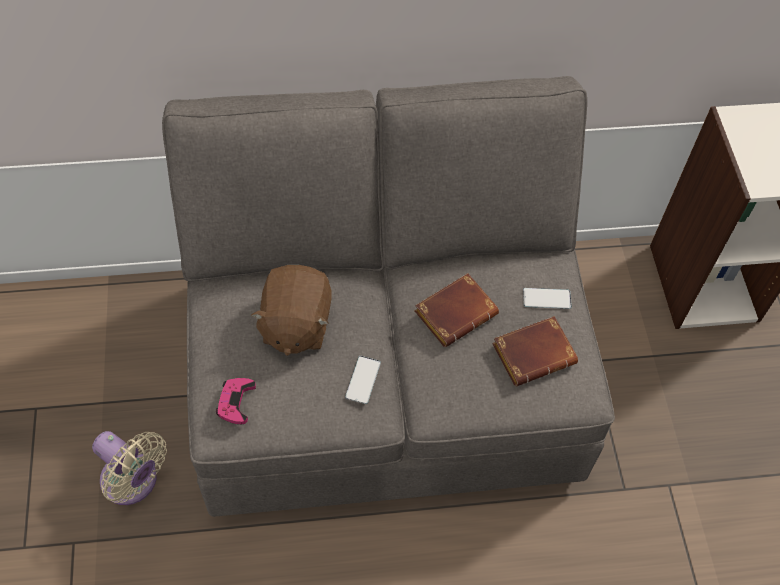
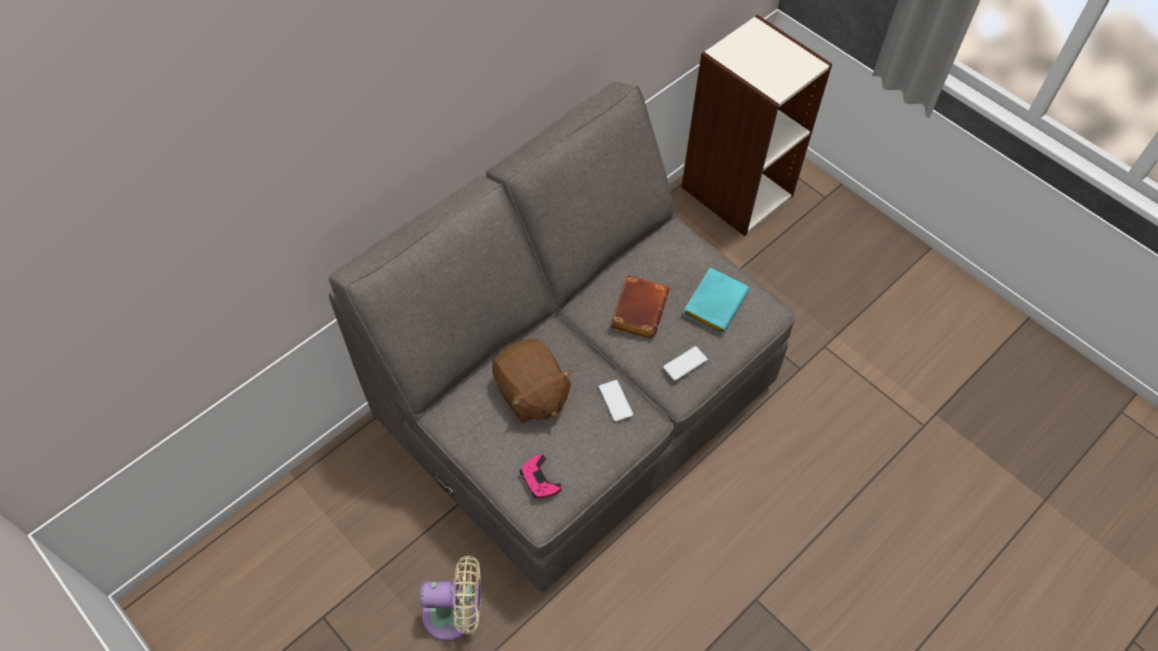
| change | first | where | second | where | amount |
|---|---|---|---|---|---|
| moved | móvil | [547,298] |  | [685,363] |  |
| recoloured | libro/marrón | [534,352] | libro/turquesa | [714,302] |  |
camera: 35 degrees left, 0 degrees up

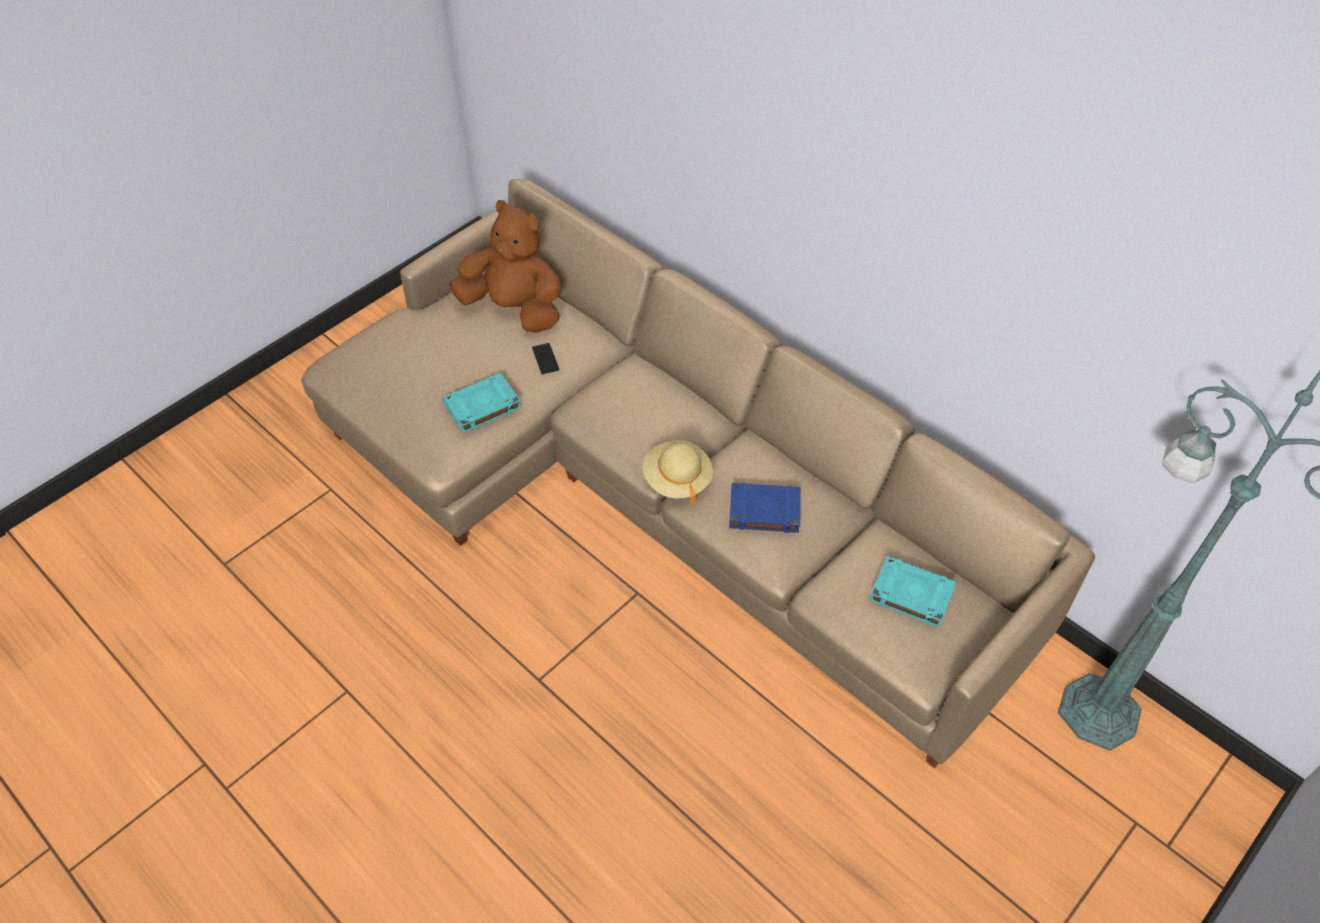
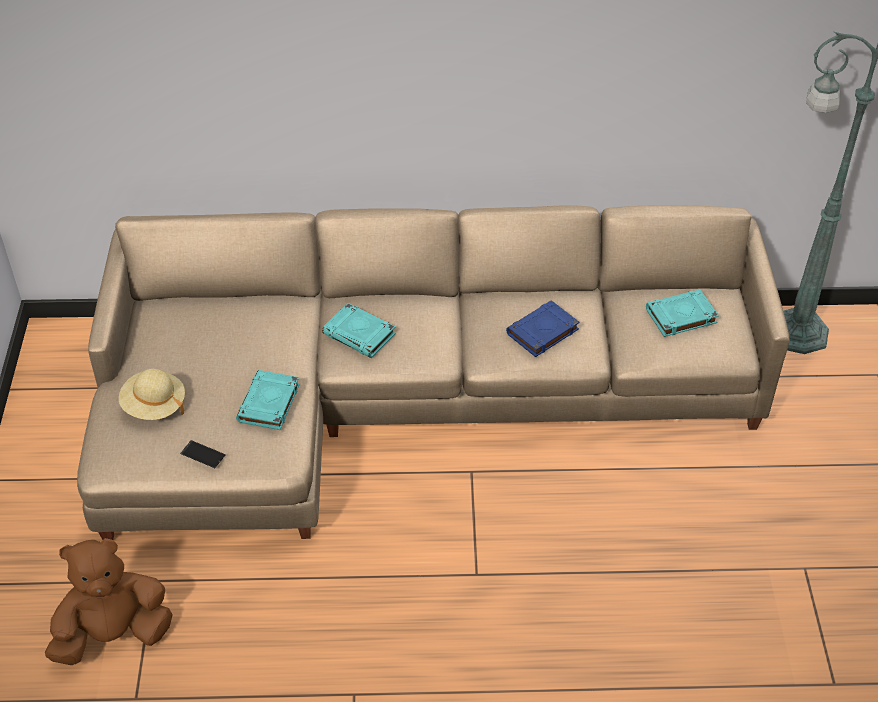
| change | first | where | second | where | amount |
|---|---|---|---|---|---|
| moved | peluche/marrón | [514,309] |  | [113,634] |  |
| moved | móvil | [545,359] |  | [203,454] |  |
| moved | sombrero/beis | [677,480] |  | [154,406] |  |
| added |  |  | libro/turquesa | [360,334] |  |
camera: 45 degrees left, 5 degrees down

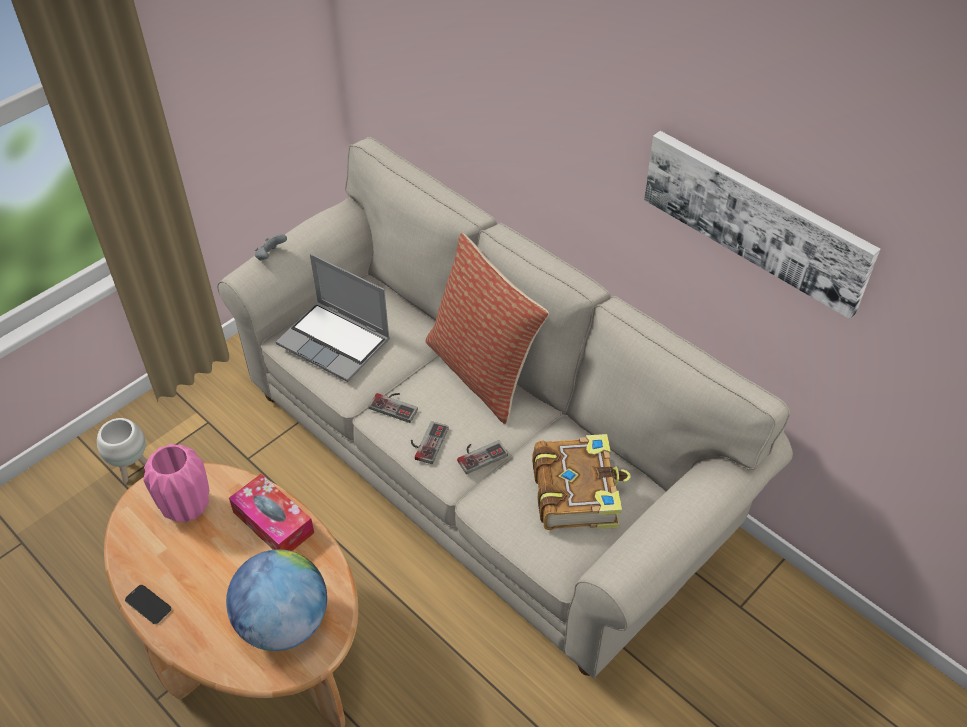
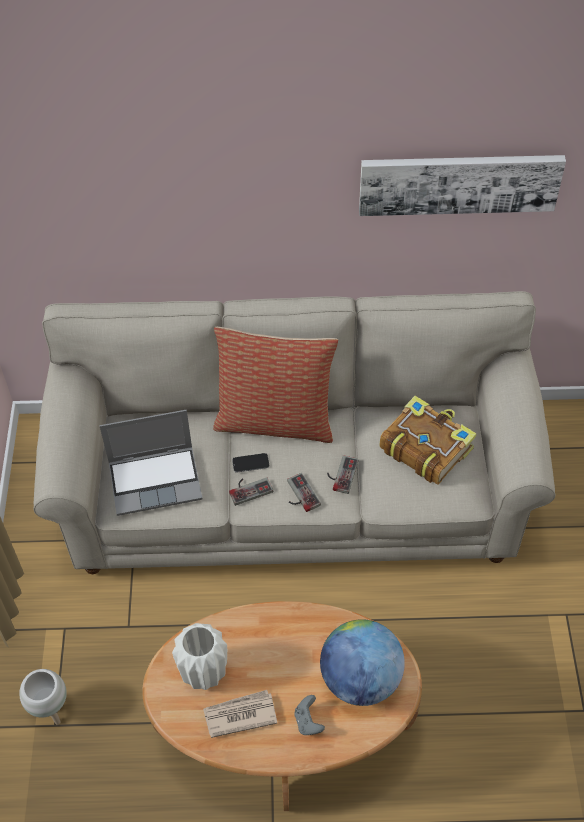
| change | first | where | second | where | amount |
|---|---|---|---|---|---|
| moved | mando de consola/gris | [271,256] |  | [308,721] |  |
| recoloured | florero/rosa | [186,508] | florero/blanco | [204,674] |  |
| removed | caja de pañuelos | [273,522] |  |  |  |
| moved | móvil | [148,605] |  | [250,463] |  |
| added |  |  | periódico | [239,715] |  |
camera: 45 degrees left, 5 degrees up

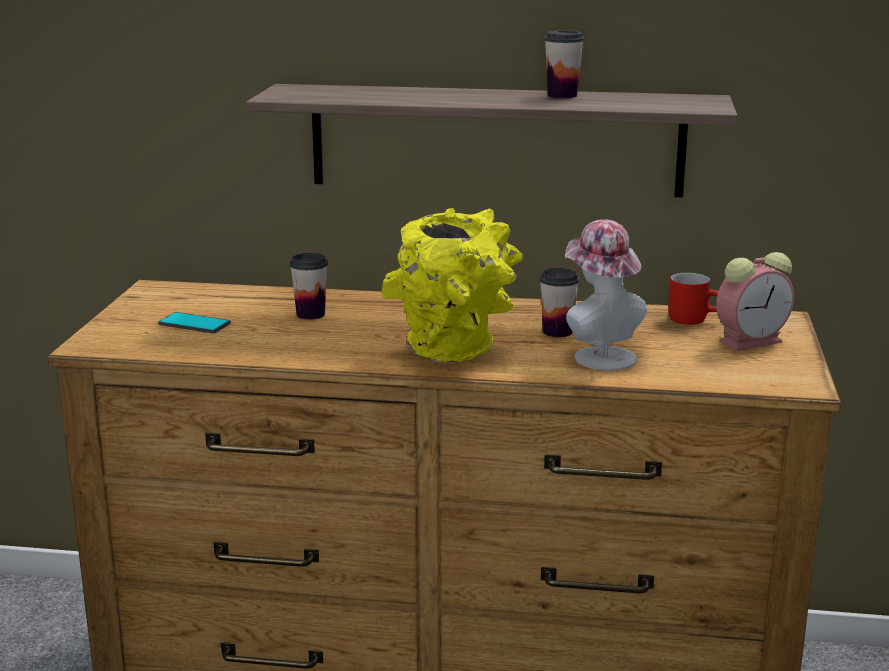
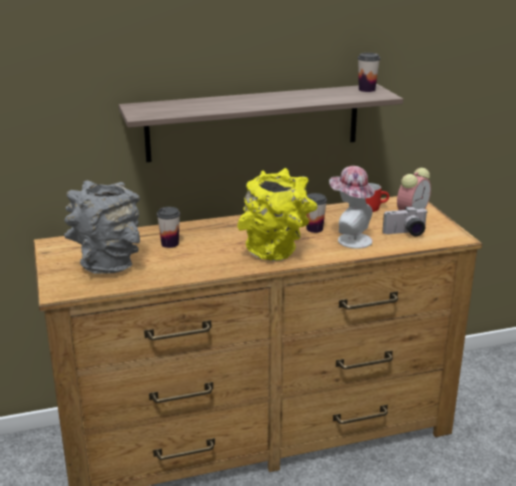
| change | first | where | second | where | amount |
|---|---|---|---|---|---|
| moved | taza | [562,95] |  | [367,89] |  |
| replaced | móvil | [194,324] | florero/gris | [108,264] |  |
| added |  |  | cámara | [406,233] |  |
camera: 25 degrees left, 5 degrees up

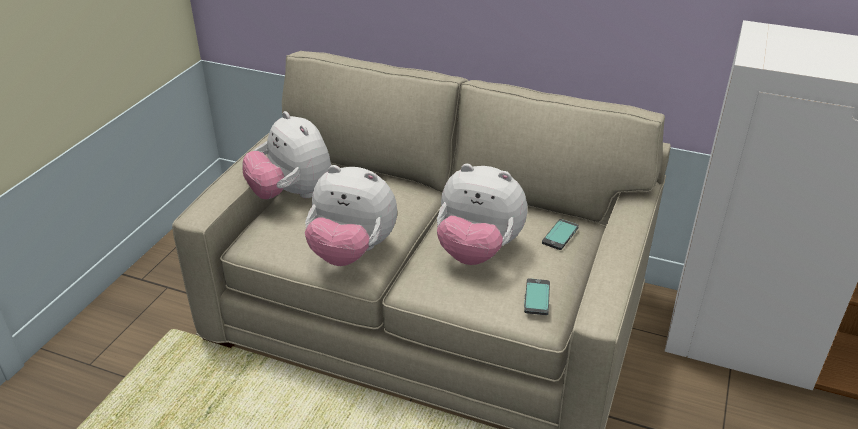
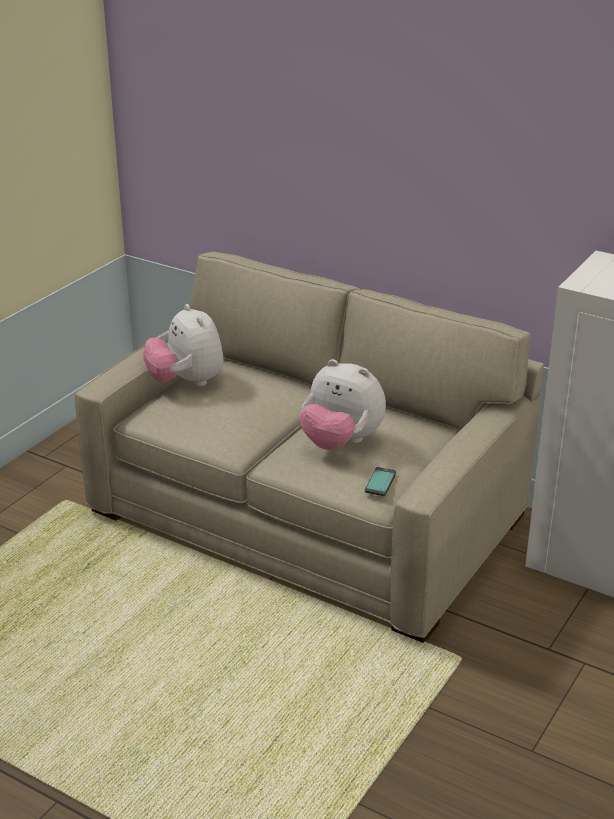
| change | first | where | second | where | amount |
|---|---|---|---|---|---|
| removed | peluche | [352,252] |  |  |  |
| removed | móvil | [560,235] |  |  |  |
camera: 10 degrees right, 5 degrees down

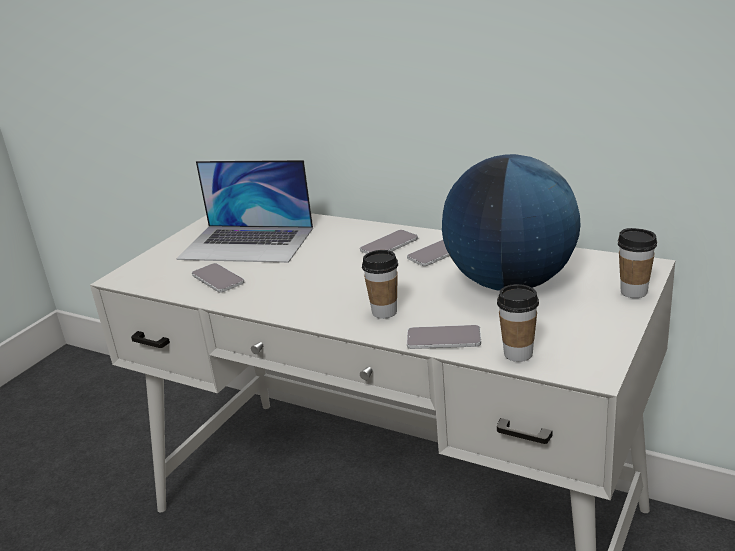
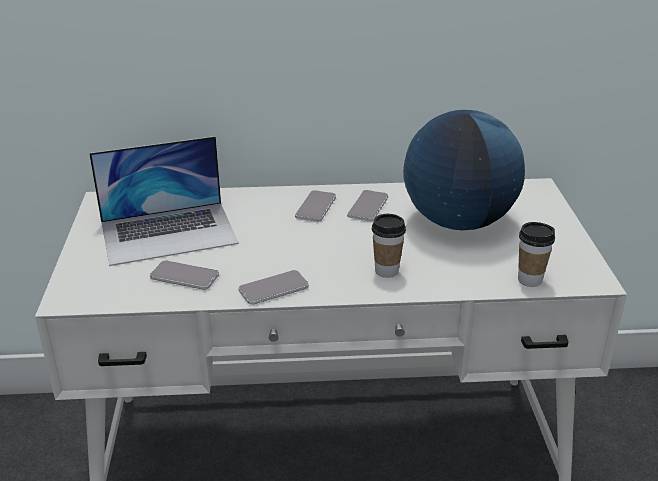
| change | first | where | second | where | amount |
|---|---|---|---|---|---|
| removed | taza | [633,292] |  |  |  |
| moved | móvil | [443,338] |  | [273,288] |  |
camera: 35 degrees left, 5 degrees up

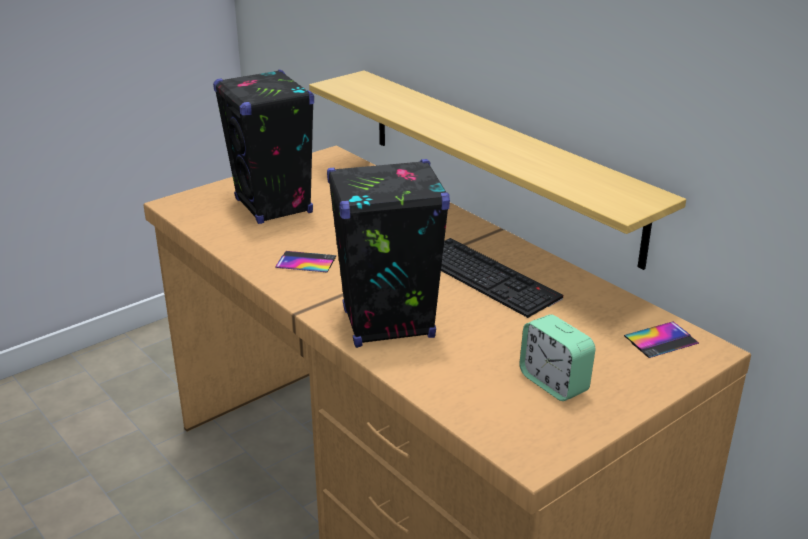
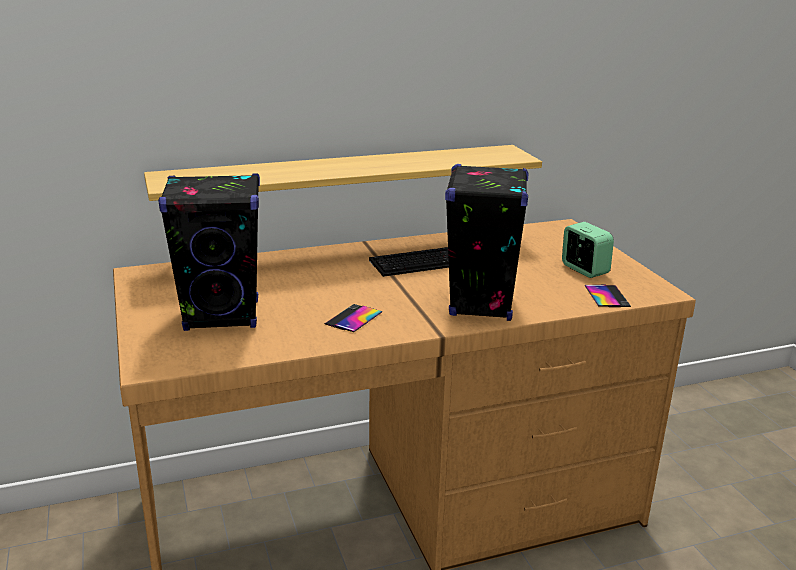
| change | first | where | second | where | amount |
|---|---|---|---|---|---|
| turned | despertador | [554,383] |  | [584,270] | 105 degrees counterclockwise |
| moved | móvil | [661,340] |  | [607,296] |  |
camera: 70 degrees left, 5 degrees down

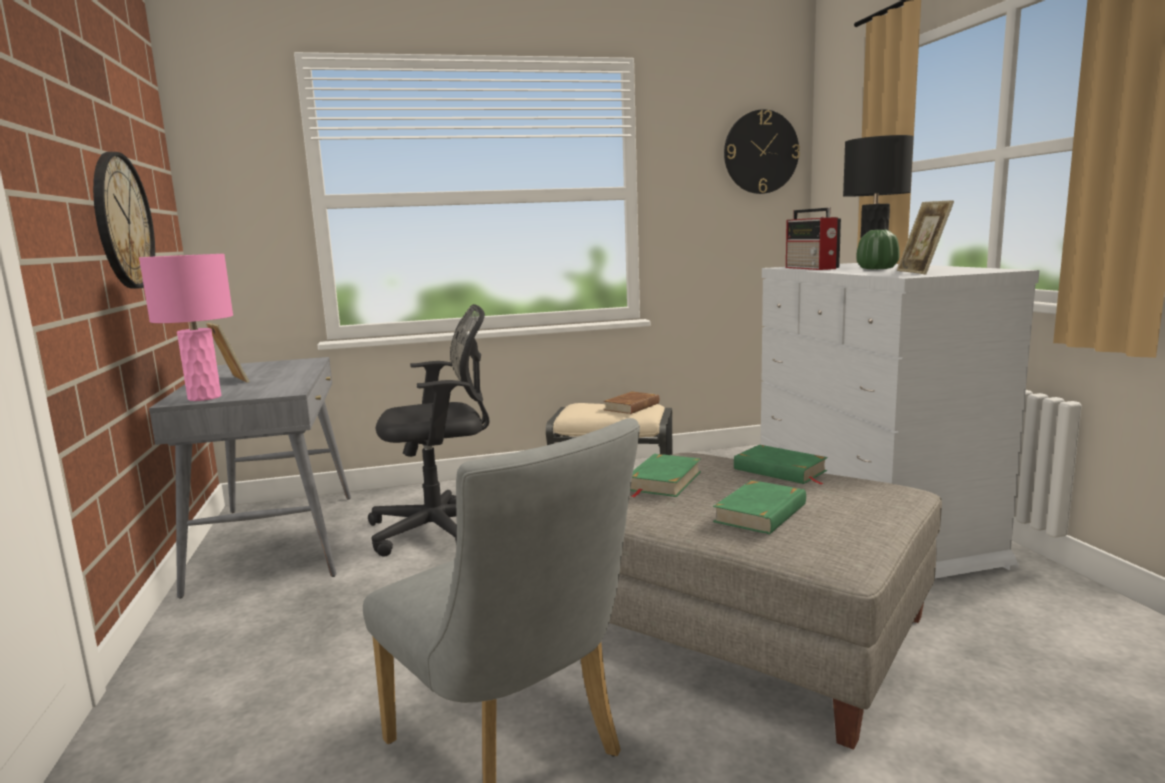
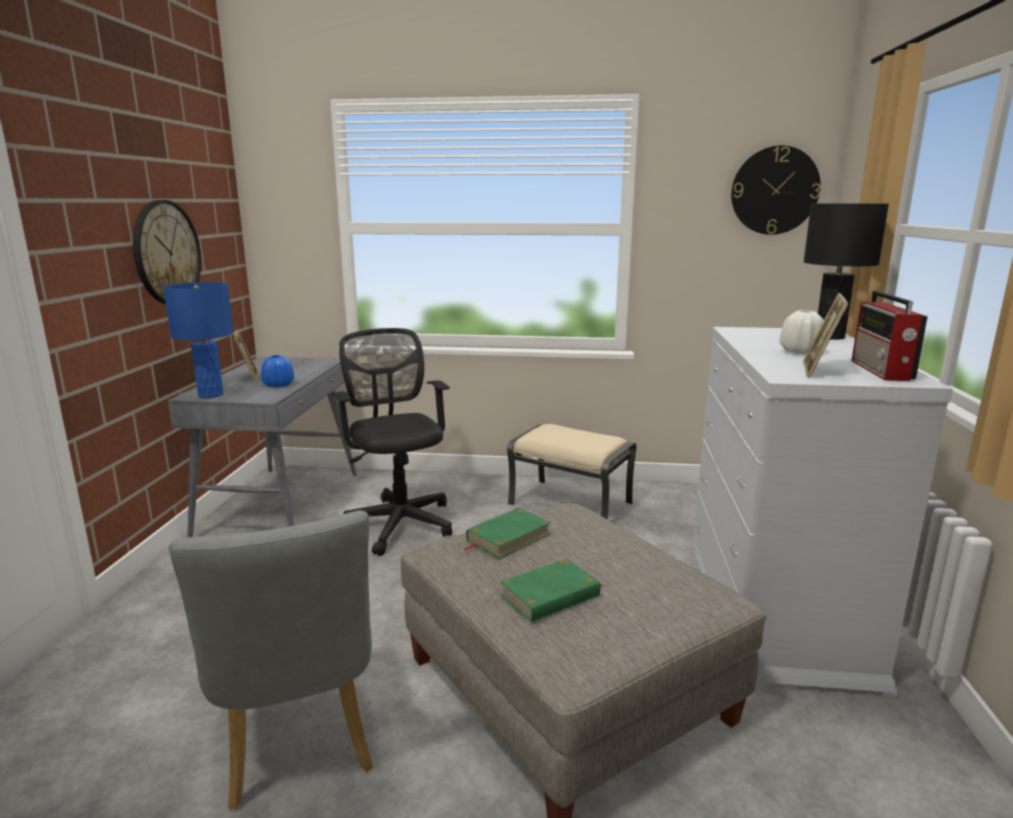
| change | first | where | second | where | amount |
|---|---|---|---|---|---|
| moved | radio | [811,268] |  | [881,371] |  |
| recoloured | florero/verde | [877,269] | florero/blanco | [800,352] |  |
| recoloured | lámpara de mesa/rosa | [204,397] | lámpara de mesa/azul | [210,395] |  |
| turned | silla de oficina/negro | [442,530] |  | [399,521] | 120 degrees counterclockwise |
| removed | libro/marrón | [632,407] |  |  |  |
| removed | libro/verde | [780,470] |  |  |  |
| added |  |  | florero/azul | [278,385] |  |
camera: 20 degrees right, 5 degrees up

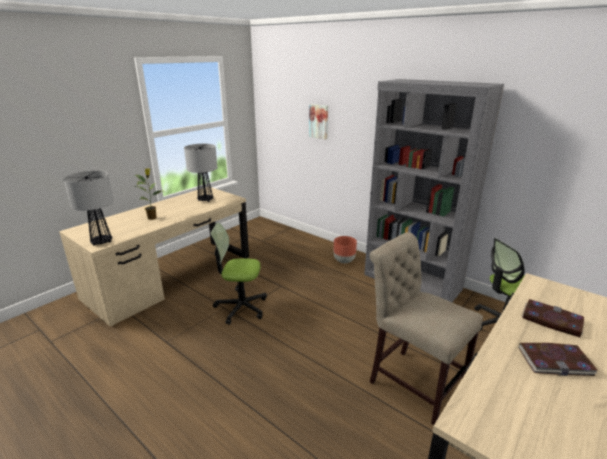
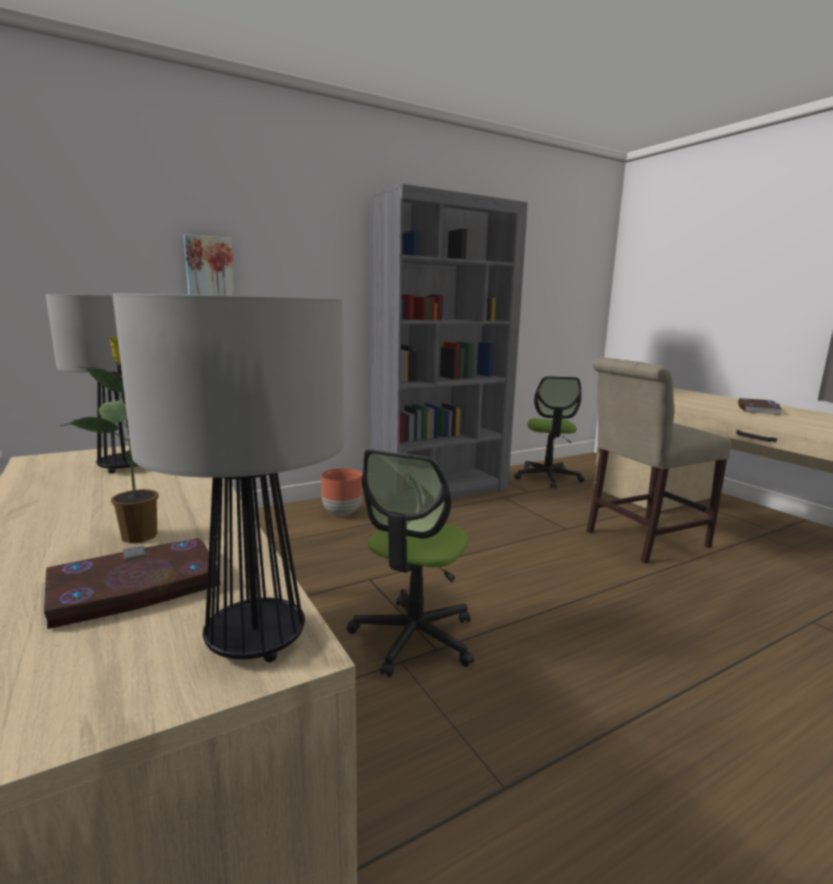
| change | first | where | second | where | amount |
|---|---|---|---|---|---|
| moved | libro | [551,320] |  | [134,587] |  |
camera: 70 degrees left, 10 degrees down

